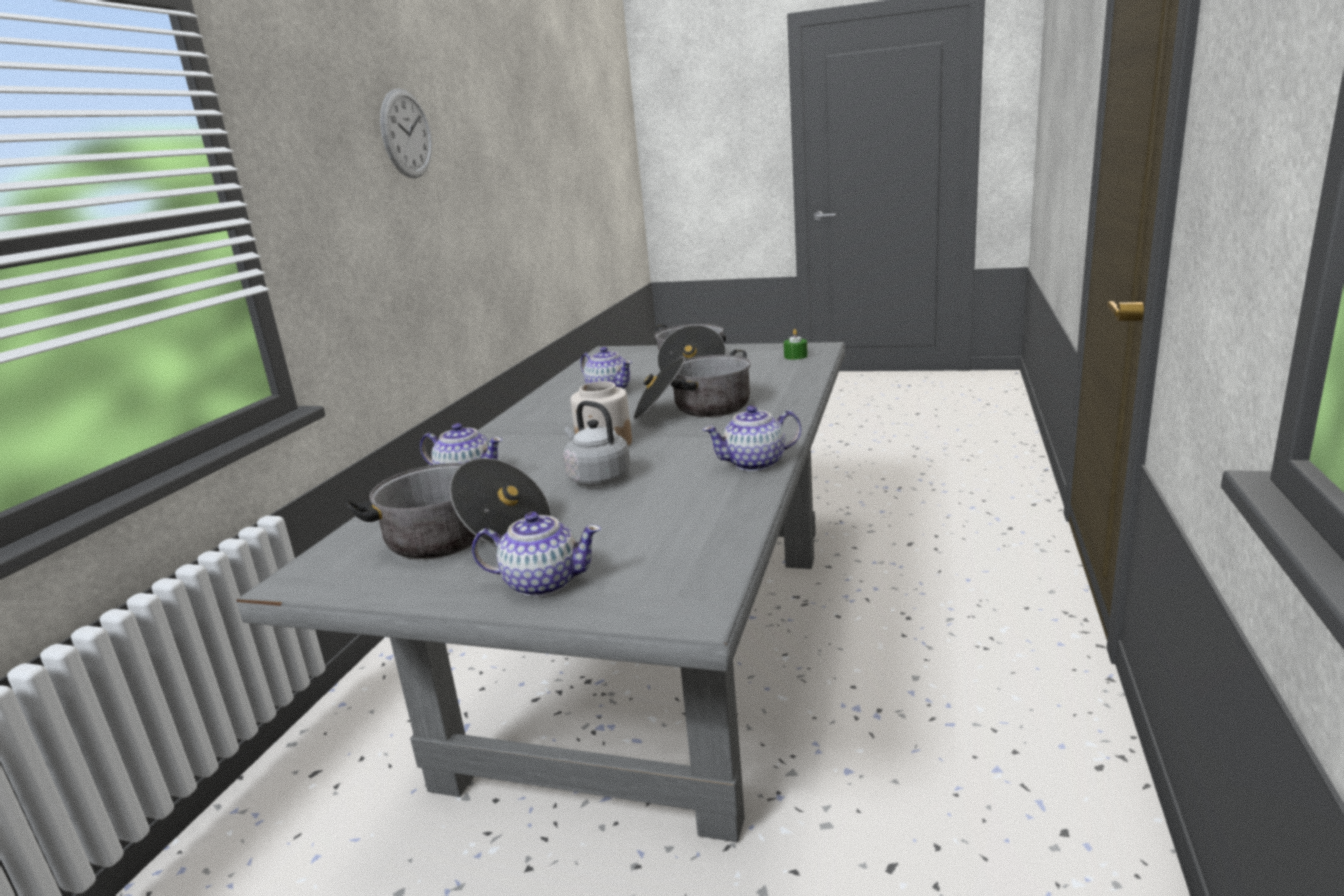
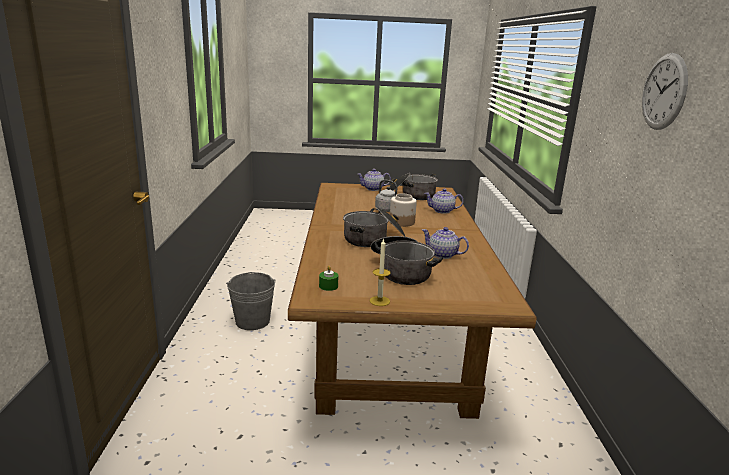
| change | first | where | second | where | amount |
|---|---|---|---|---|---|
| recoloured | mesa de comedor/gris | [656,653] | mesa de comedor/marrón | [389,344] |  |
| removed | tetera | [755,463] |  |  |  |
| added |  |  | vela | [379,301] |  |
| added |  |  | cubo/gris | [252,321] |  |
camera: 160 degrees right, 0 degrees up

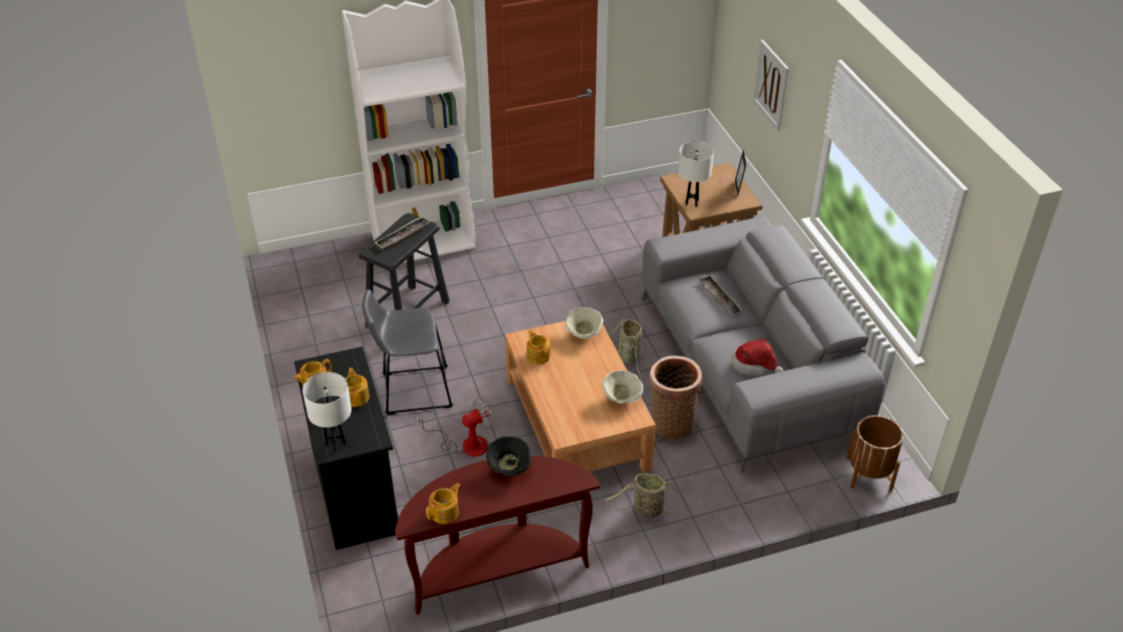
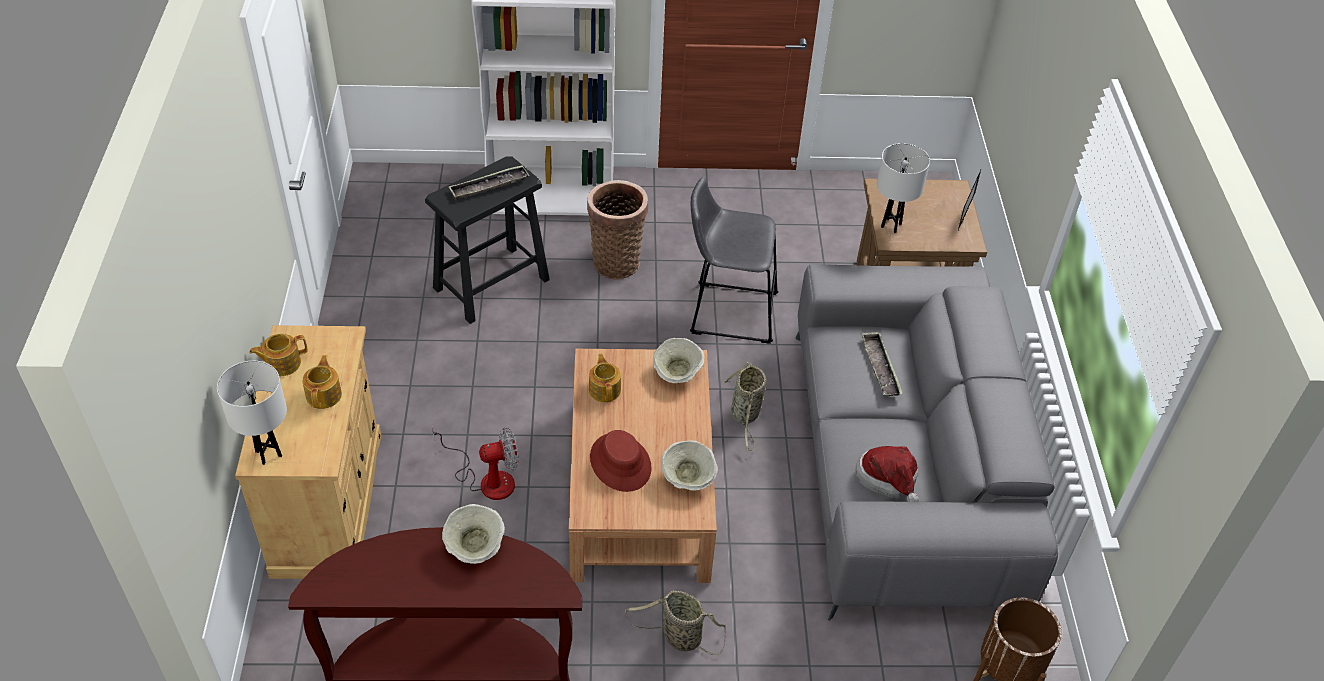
| change | first | where | second | where | amount |
|---|---|---|---|---|---|
| removed | cuadro | [771,85] |  |  |  |
| moved | taburete/gris | [412,390] |  | [728,312] |  |
| recoloured | armario/negro | [356,489] | armario/beis | [328,503] |  |
| moved | cesta | [671,423] |  | [616,261] |  |
| recoloured | cuenco/negro | [509,467] | cuenco/beis | [475,547] |  |
| removed | tetera | [445,512] |  |  |  |
| added |  |  | sombrero/rojo | [620,463] |  |
camera: 15 degrees right, 5 degrees up

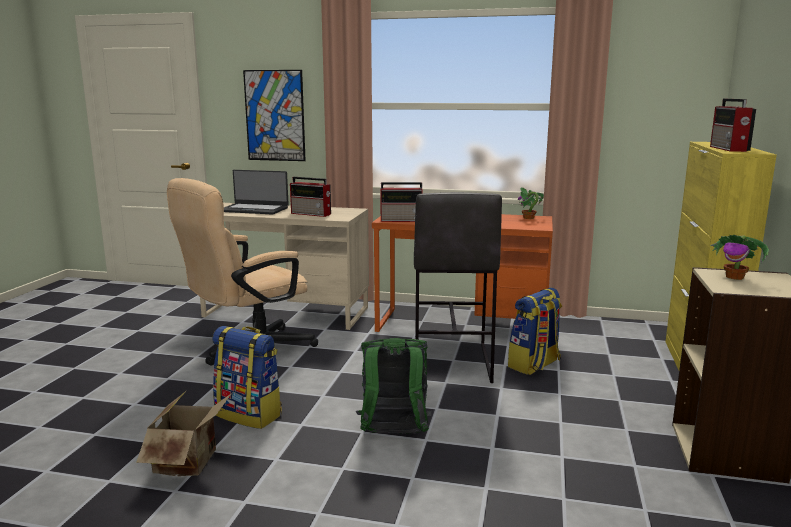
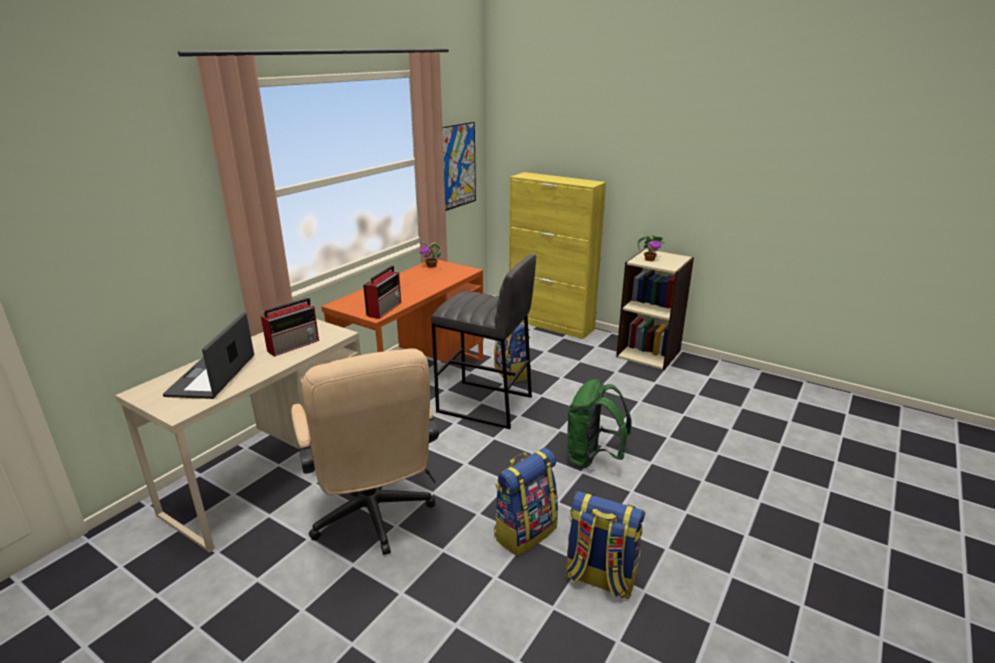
| change | first | where | second | where | amount |
|---|---|---|---|---|---|
| moved | cuadro | [275,116] |  | [458,166] |  |
| removed | radio | [729,149] |  |  |  |
| turned | portátil | [254,209] |  | [213,376] | 150 degrees clockwise |
| replaced | caja de cartón | [191,462] | mochila | [599,578] |  |
camera: 70 degrees left, 10 degrees up

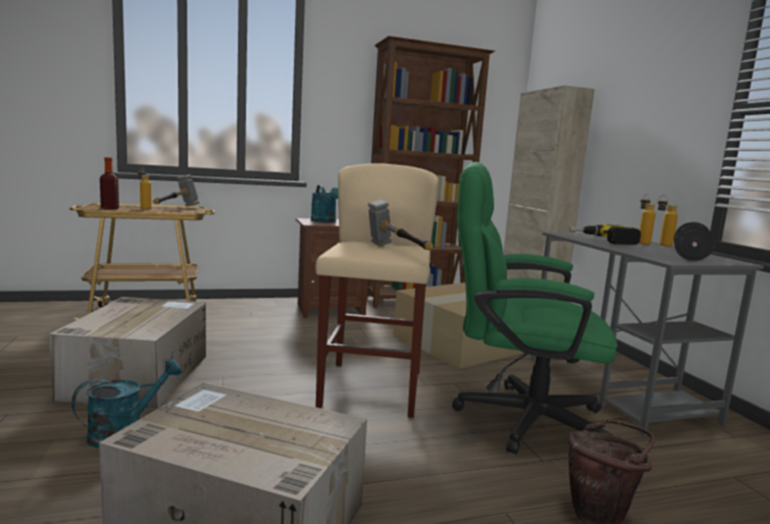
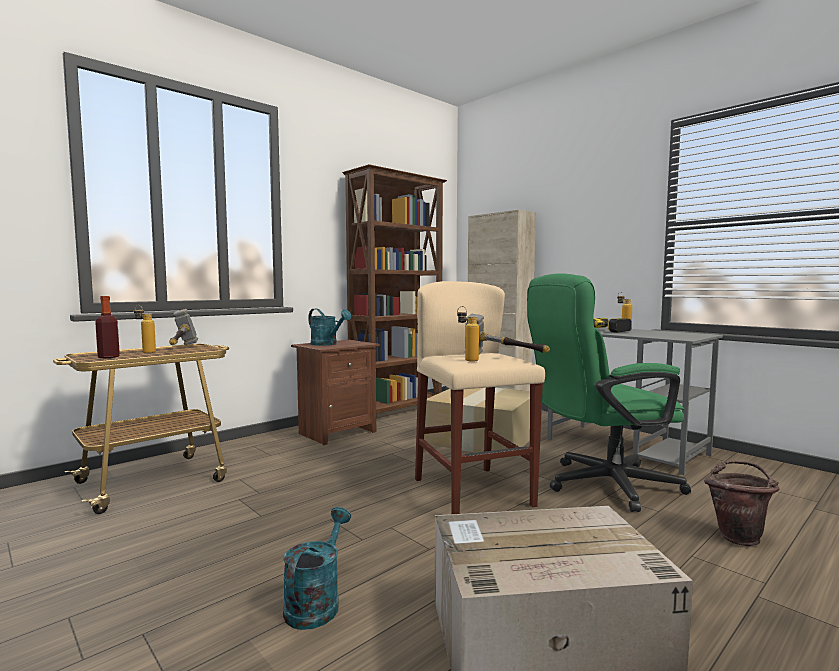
| change | first | where | second | where | amount |
|---|---|---|---|---|---|
| moved | botella | [661,244] |  | [467,360] |  |
| removed | mancuerna/negro | [690,257] |  |  |  |
| removed | caja de cartón | [139,375] |  |  |  |
camera: 25 degrees left, 5 degrees down

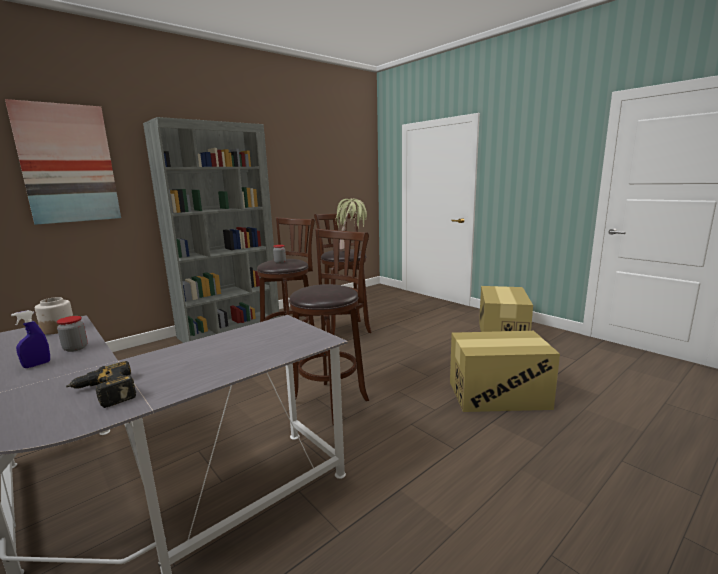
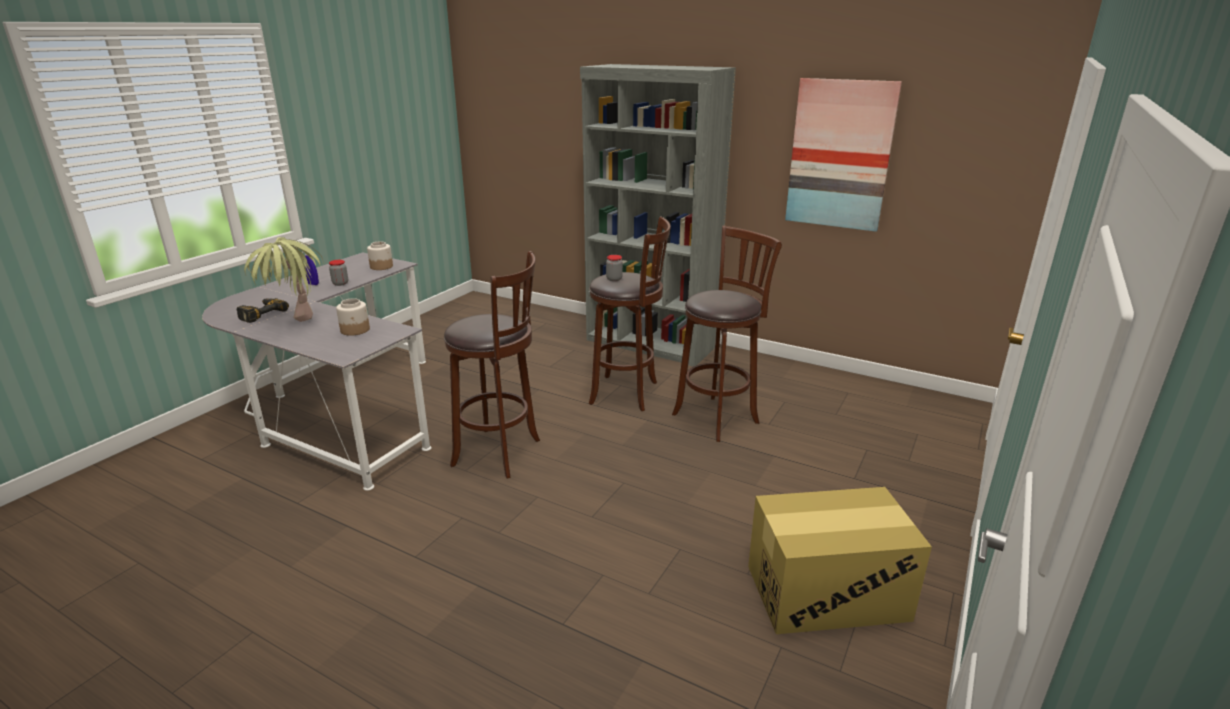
| change | first | where | second | where | amount |
|---|---|---|---|---|---|
| moved | cuadro | [68,164] |  | [840,155] |  |
| moved | planta en maceta | [352,251] |  | [296,328] |  |
| removed | caja de cartón | [498,395] |  |  |  |
| added |  |  | tarro | [355,330] |  |
camera: 70 degrees right, 10 degrees up

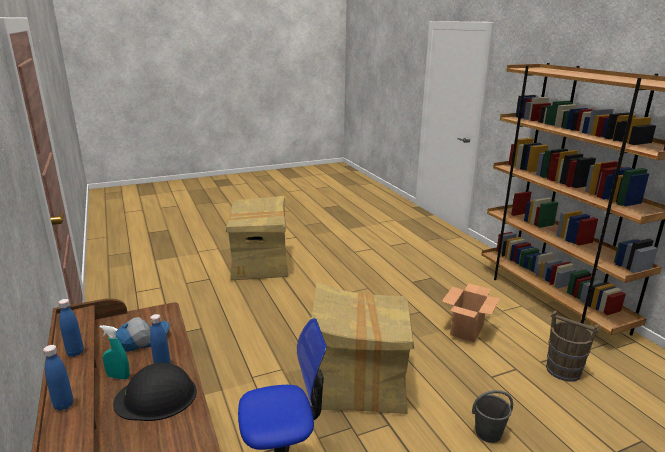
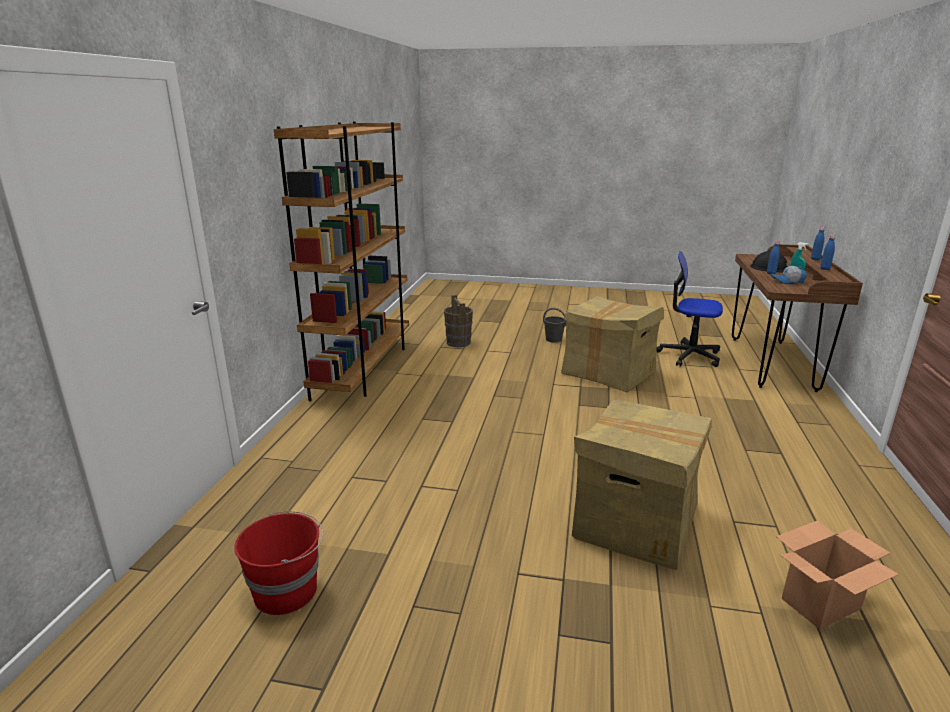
| change | first | where | second | where | amount |
|---|---|---|---|---|---|
| moved | caja de cartón | [467,330] |  | [821,603] |  |
| added |  |  | cubo/rojo | [287,591] |  |
camera: 145 degrees left, 0 degrees up

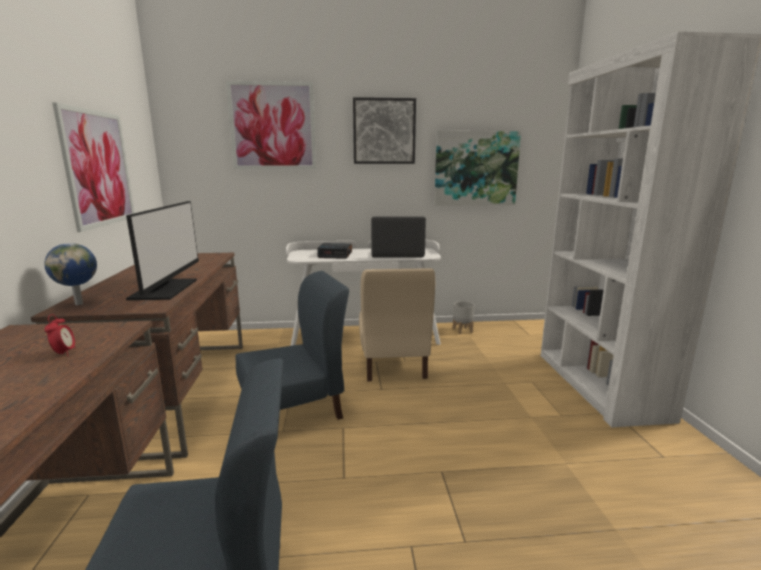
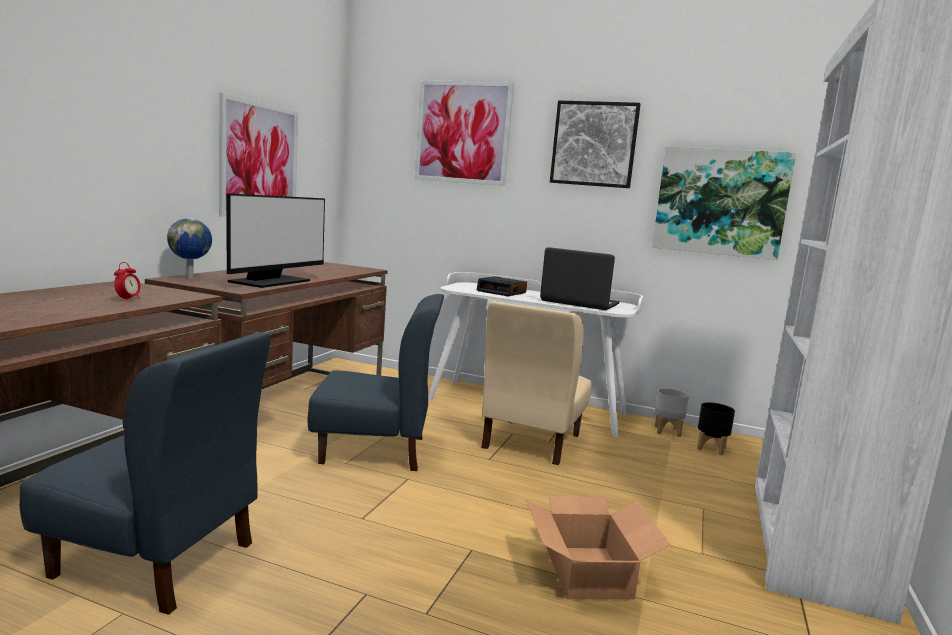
| change | first | where | second | where | amount |
|---|---|---|---|---|---|
| added |  |  | maceta/negro | [711,448] |  |
| added |  |  | caja de cartón | [588,572] |  |
camera: 25 degrees right, 5 degrees down

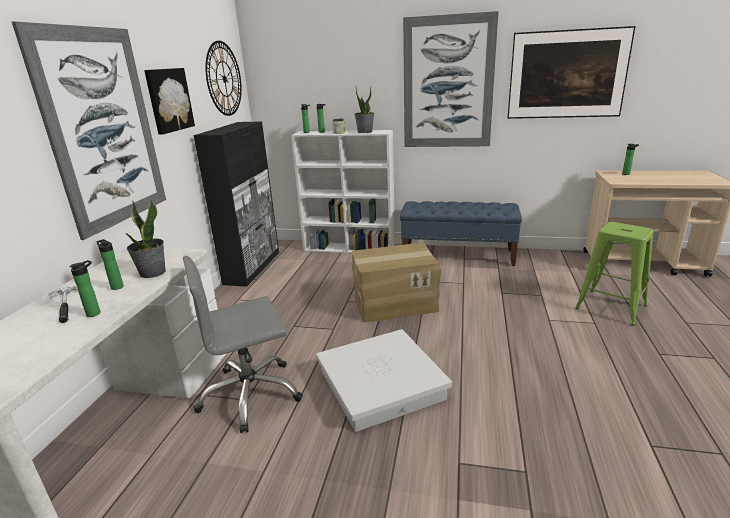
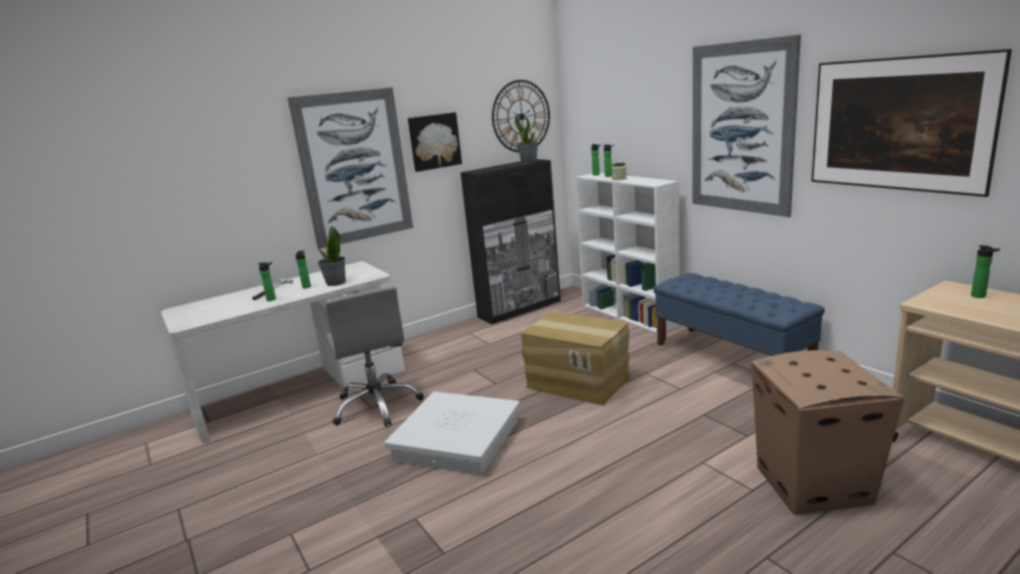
| change | first | where | second | where | amount |
|---|---|---|---|---|---|
| moved | planta en maceta | [365,132] |  | [529,162] |  |
| replaced | taburete/verde | [610,307] | caja de cartón | [813,485] |  |
| turned | silla de oficina/gris | [250,395] |  | [377,405] | 135 degrees counterclockwise |
camera: 45 degrees right, 5 degrees down

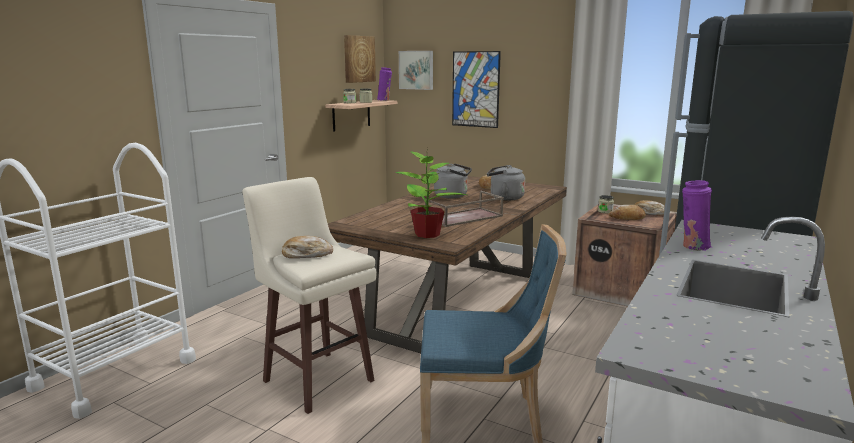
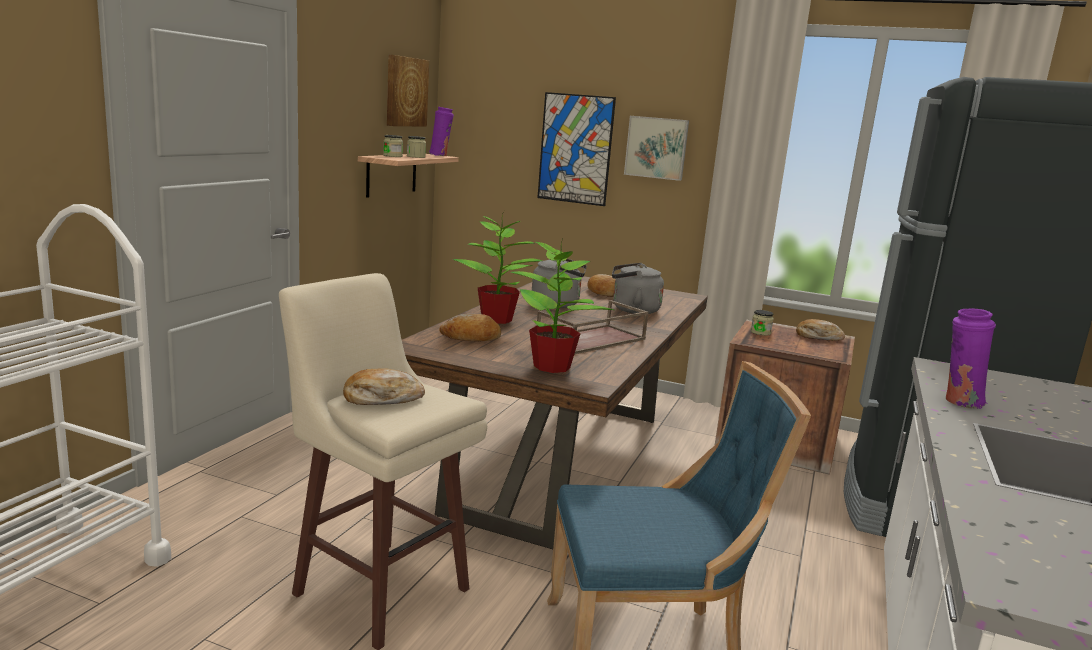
| change | first | where | second | where | amount |
|---|---|---|---|---|---|
| moved | cuadro | [416,70] |  | [656,147] |  |
| moved | pan | [627,218] |  | [471,337] |  |
| added |  |  | planta en maceta | [497,319] |  |
camera: 10 degrees left, 0 degrees up

